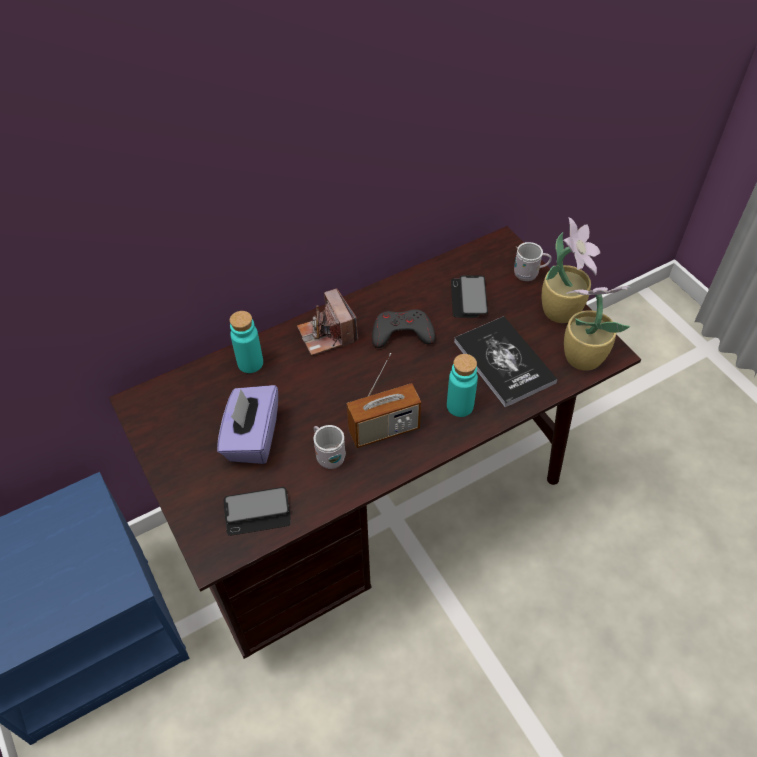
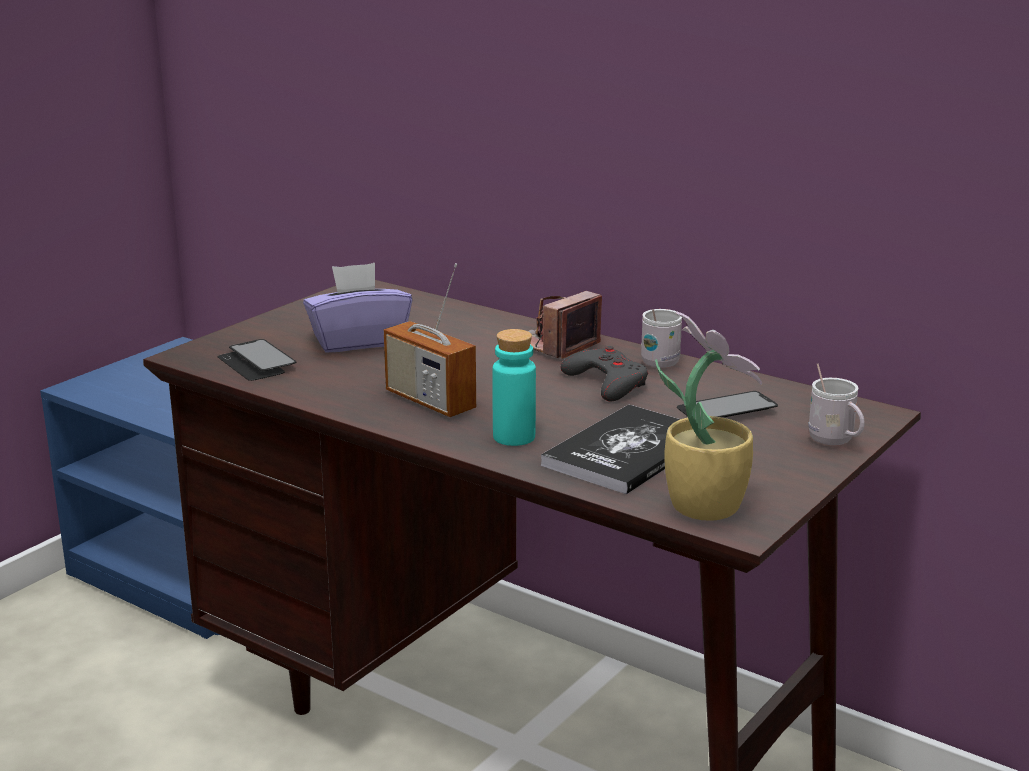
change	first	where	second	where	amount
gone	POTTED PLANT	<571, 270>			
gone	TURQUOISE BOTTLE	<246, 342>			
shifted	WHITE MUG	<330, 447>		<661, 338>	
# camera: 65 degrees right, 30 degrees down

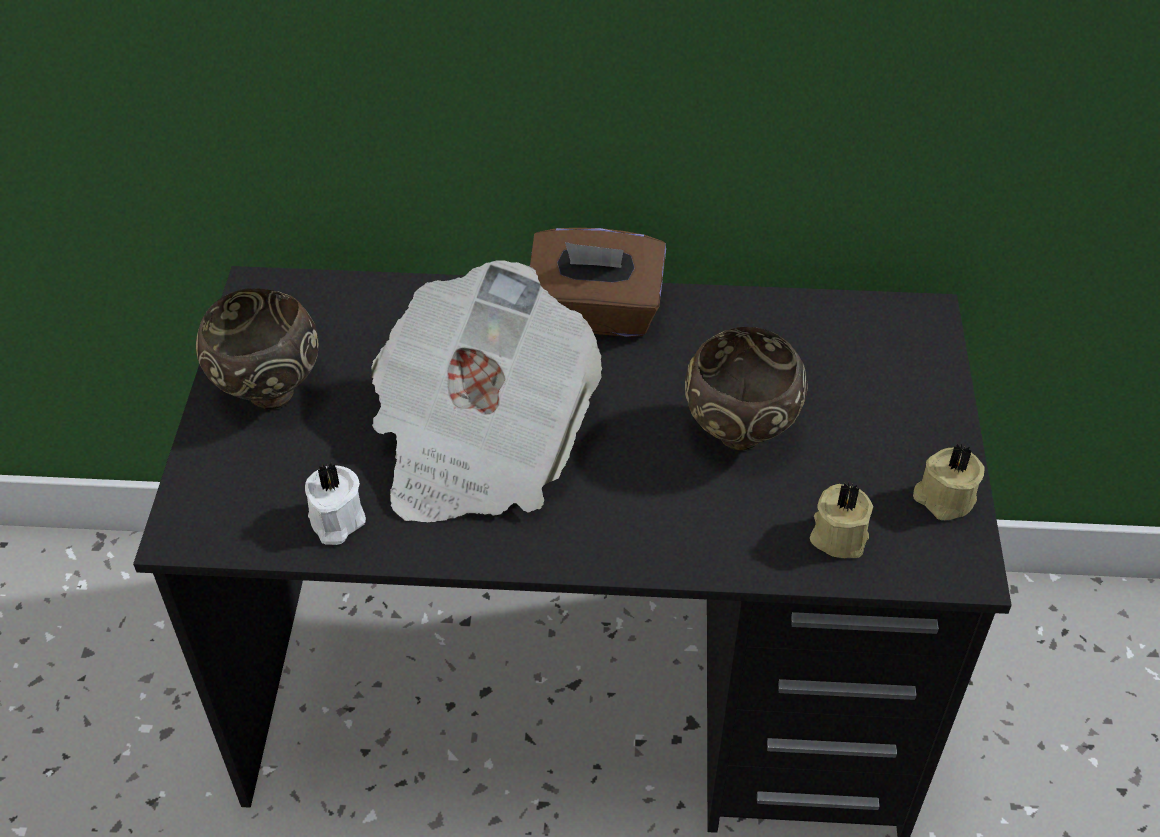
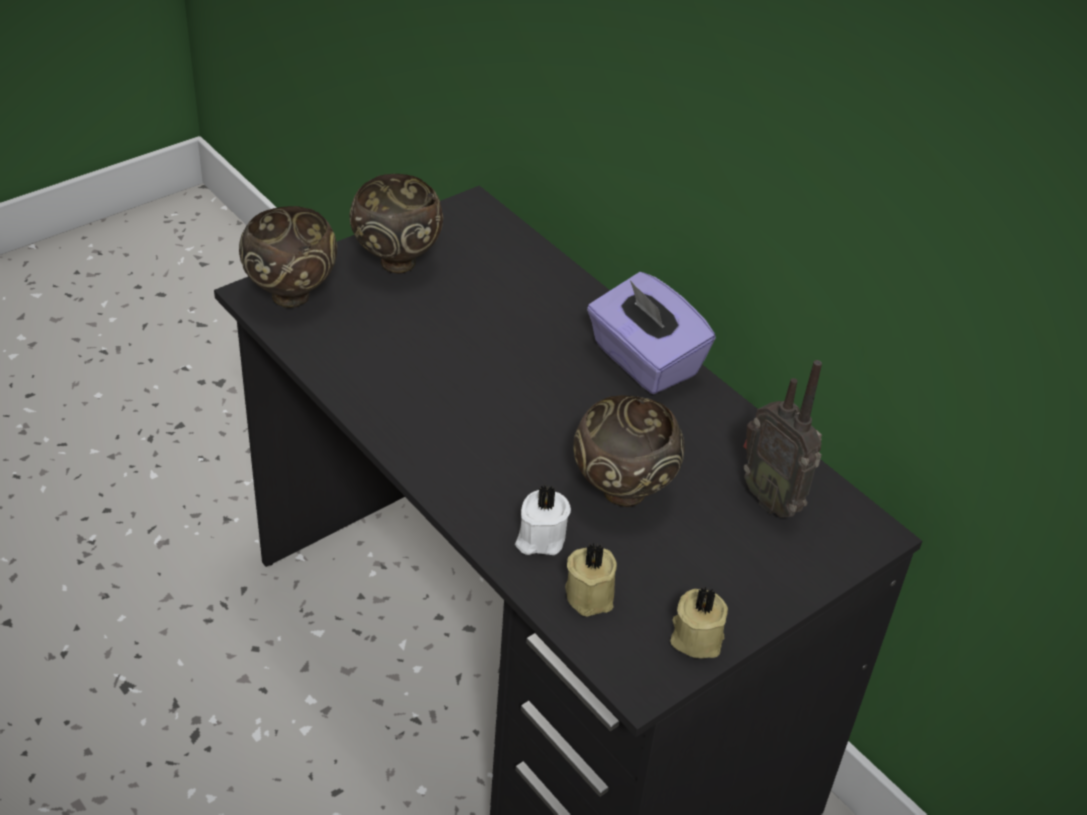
change	first	where	second	where	amount
repainted	BROWN TISSUE BOX	<598, 282>	PURPLE TISSUE BOX	<651, 333>	
gone	NEWSPAPER	<486, 391>			
shifted	WHITE CANDLE	<335, 504>		<543, 519>	
new			BROWN BOWL	<288, 257>	
new			RADIO	<782, 438>	
# camera: 45 degrees right, 5 degrees down

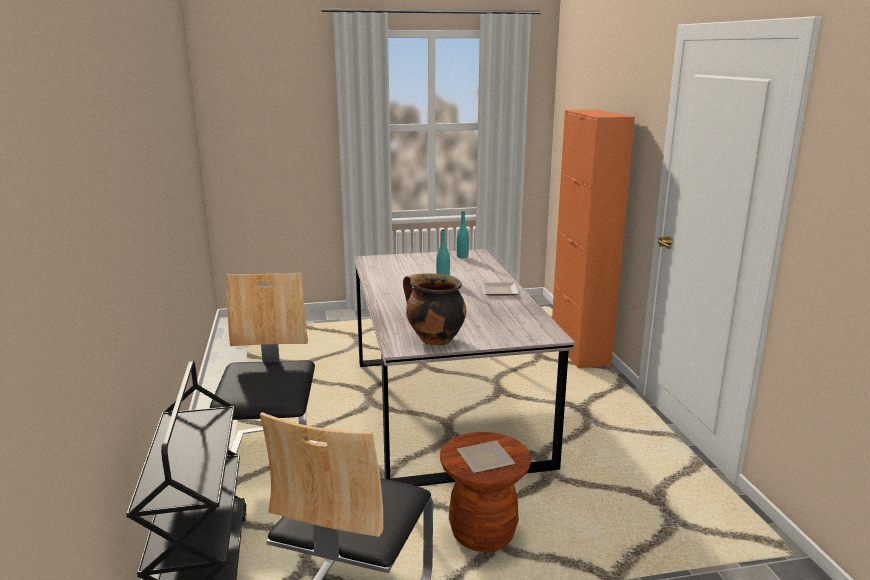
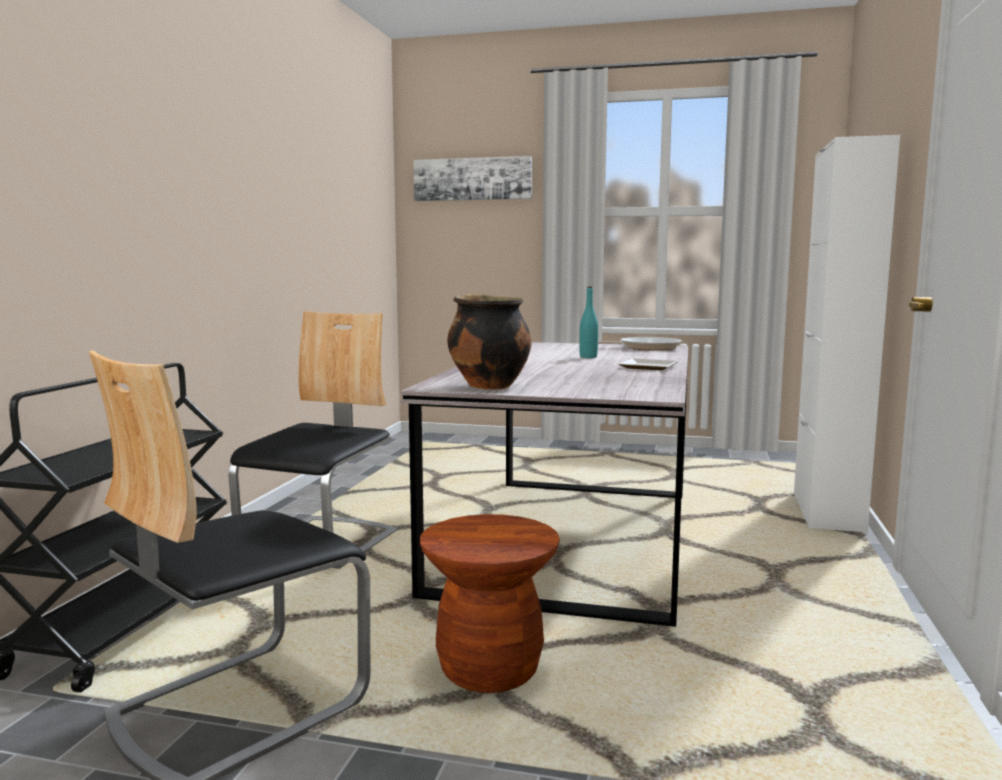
change	first	where	second	where	amount
repainted	ORANGE CABINET	<593, 238>	WHITE CABINET	<847, 334>	
swapped	TURQUOISE BOTTLE	<463, 234>	FRYING PAN	<640, 343>	
gone	PLATE	<486, 457>			
new			PICTURE	<472, 178>	
# camera: 25 degrees right, 10 degrees down

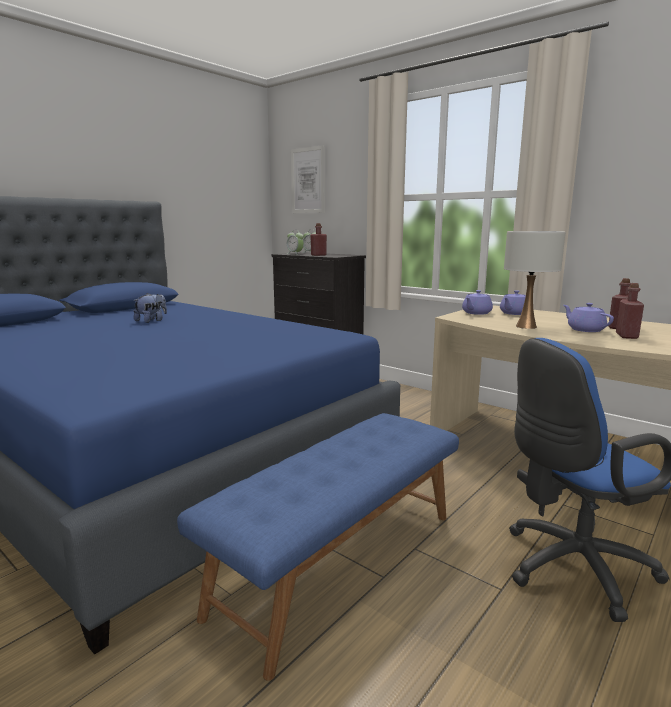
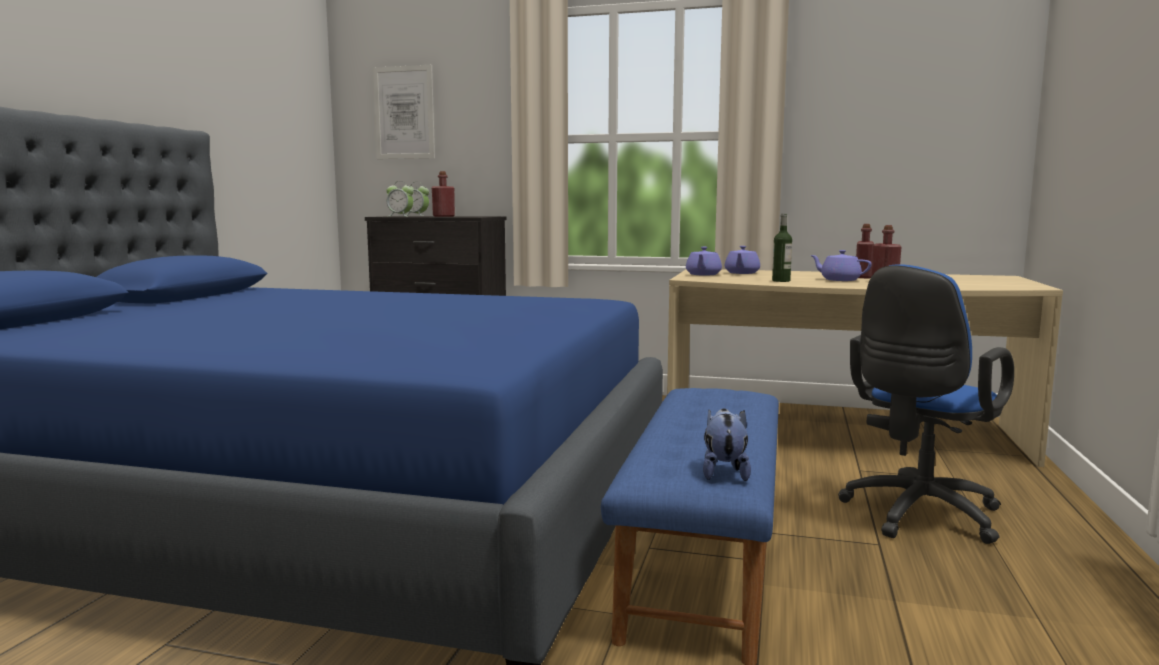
change	first	where	second	where	amount
swapped	WHITE TABLE LAMP	<535, 280>	BOTTLE	<782, 247>	
shifted	PLUSH TOY	<150, 308>		<727, 444>	
# camera: 25 degrees left, 5 degrees down

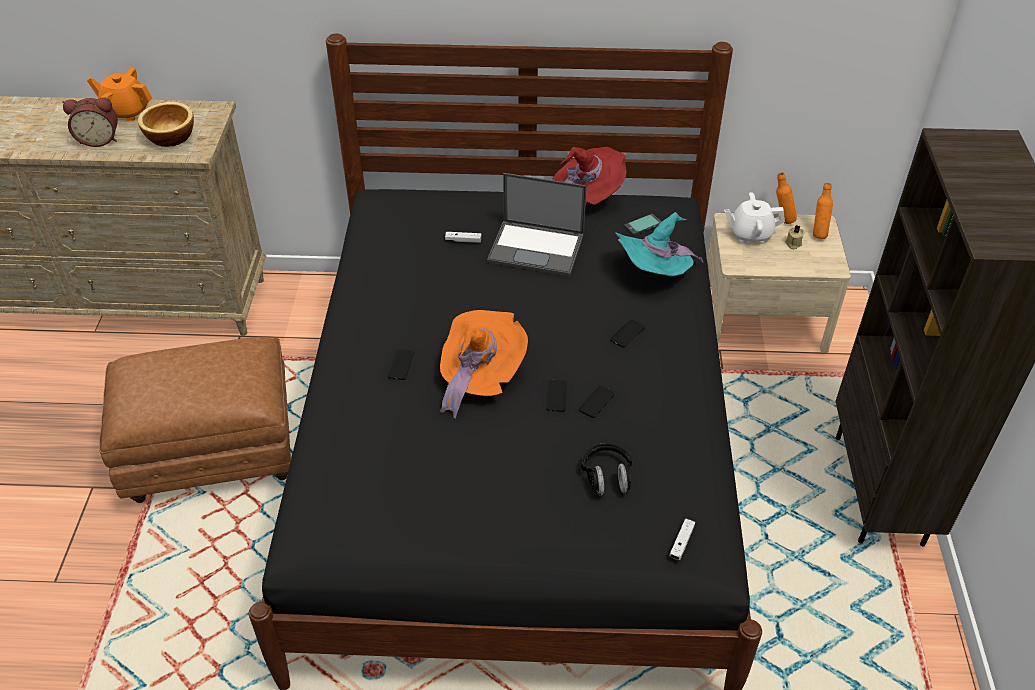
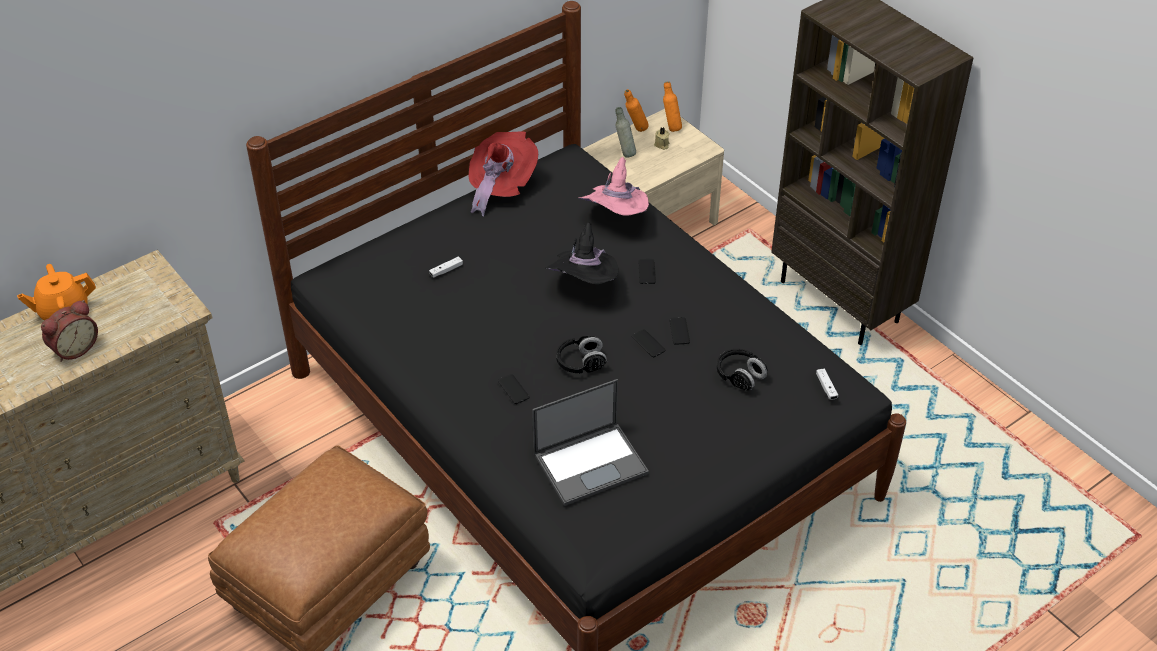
change	first	where	second	where	amount
gone	BOWL	<166, 124>			
shifted	LAPTOP	<537, 225>		<590, 442>	
swapped	WHITE TEAPOT	<754, 217>	GREY BOTTLE	<626, 132>	
repainted	TURQUOISE HAT	<659, 244>	PINK HAT	<613, 186>	
gone	PHONE	<642, 224>			
swapped	ORANGE HAT	<484, 364>	BLACK HEADPHONES	<582, 355>	
new			BLACK HAT	<582, 253>	
# camera: 40 degrees left, 0 degrees up

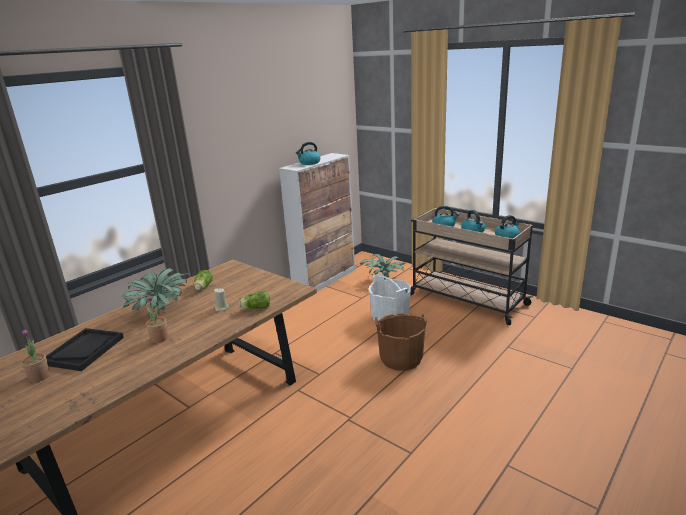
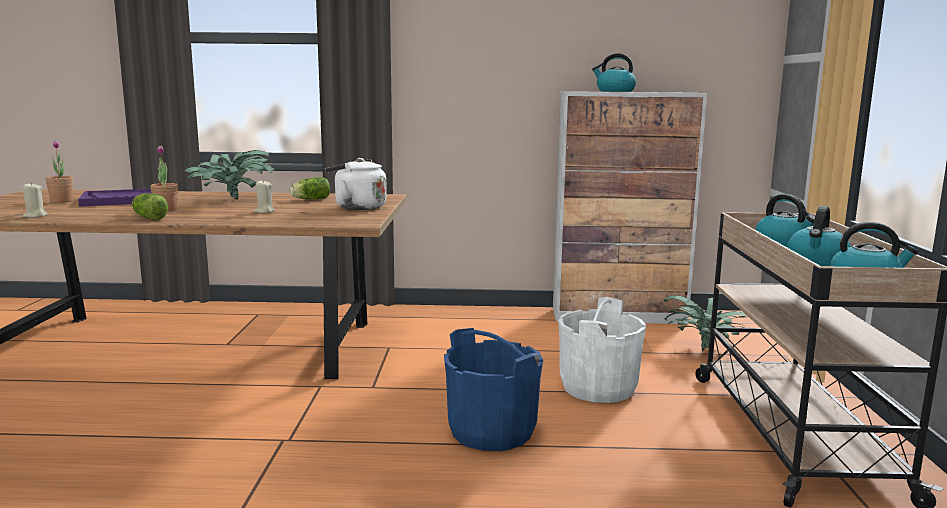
change	first	where	second	where	amount
shifted	LETTUCE	<254, 300>		<150, 206>	
repainted	BROWN BUCKET	<401, 342>	BLUE BUCKET	<493, 389>	
repainted	BLACK TRAY	<85, 349>	PURPLE TRAY	<114, 198>	
new			WHITE KETTLE	<355, 184>	
new			BEIGE CANDLE	<34, 200>	
# camera: 50 degrees right, 10 degrees down

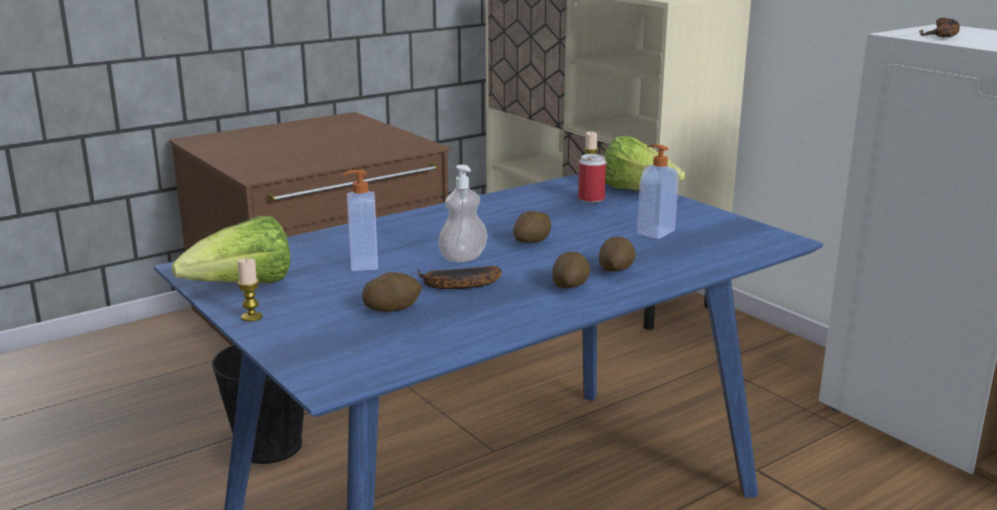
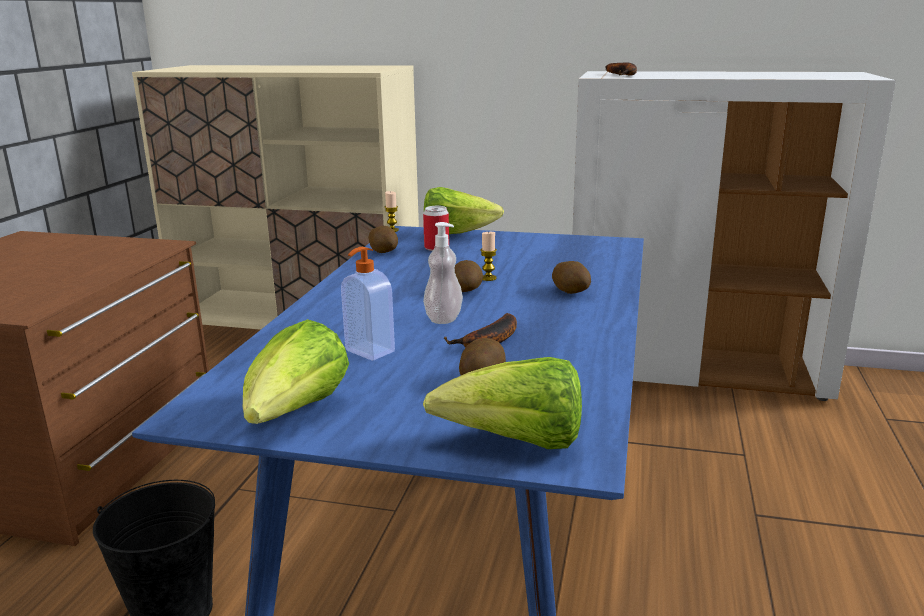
change	first	where	second	where	amount
gone	SOAP DISPENSER	<658, 191>			
shifted	POTATO	<571, 269>		<383, 239>	
shifted	CANDLE	<249, 290>		<488, 256>	
new			LETTUCE	<502, 403>	
# camera: 40 degrees left, 0 degrees up

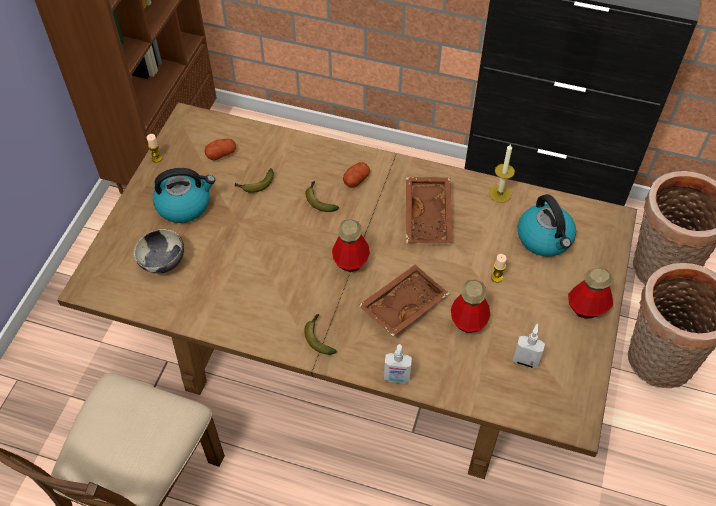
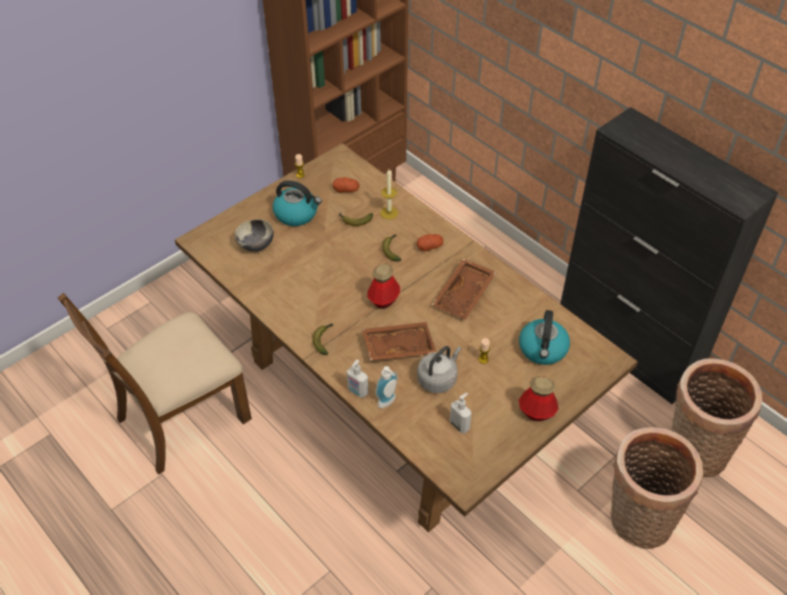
change	first	where	second	where	amount
shifted	CANDLE	<502, 173>		<389, 195>	
swapped	BOTTLE	<470, 306>	GREY KETTLE	<439, 369>	
new			SOAP DISPENSER	<386, 387>	
# camera: 30 degrees right, 5 degrees down

